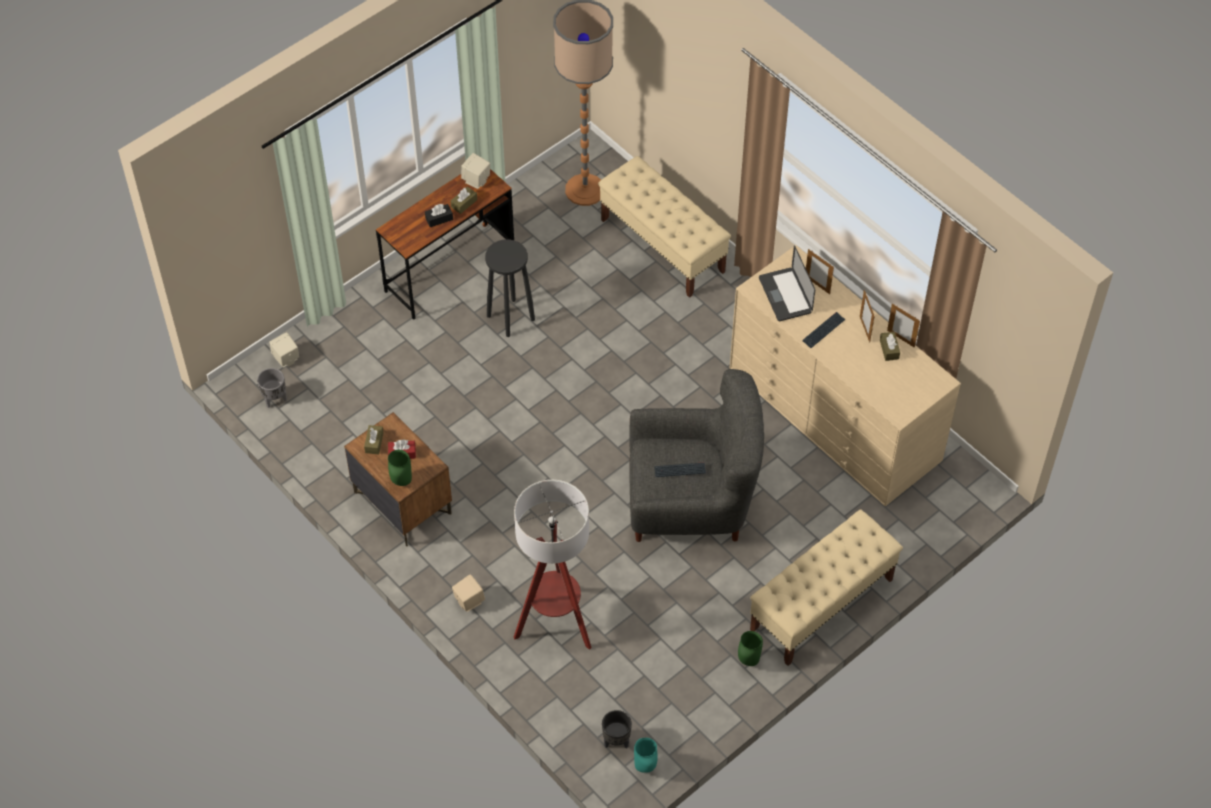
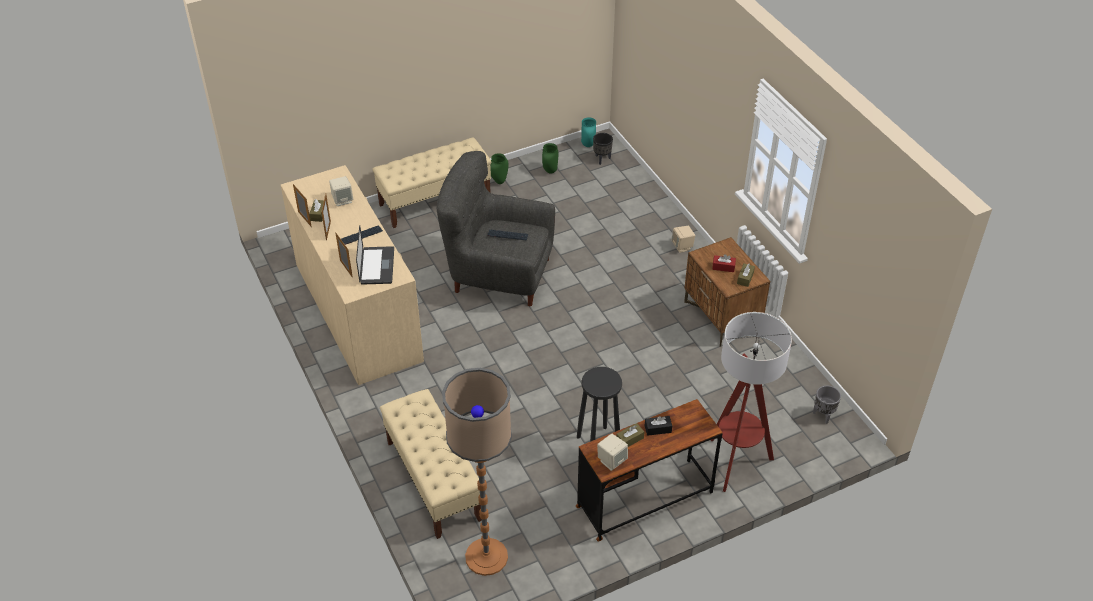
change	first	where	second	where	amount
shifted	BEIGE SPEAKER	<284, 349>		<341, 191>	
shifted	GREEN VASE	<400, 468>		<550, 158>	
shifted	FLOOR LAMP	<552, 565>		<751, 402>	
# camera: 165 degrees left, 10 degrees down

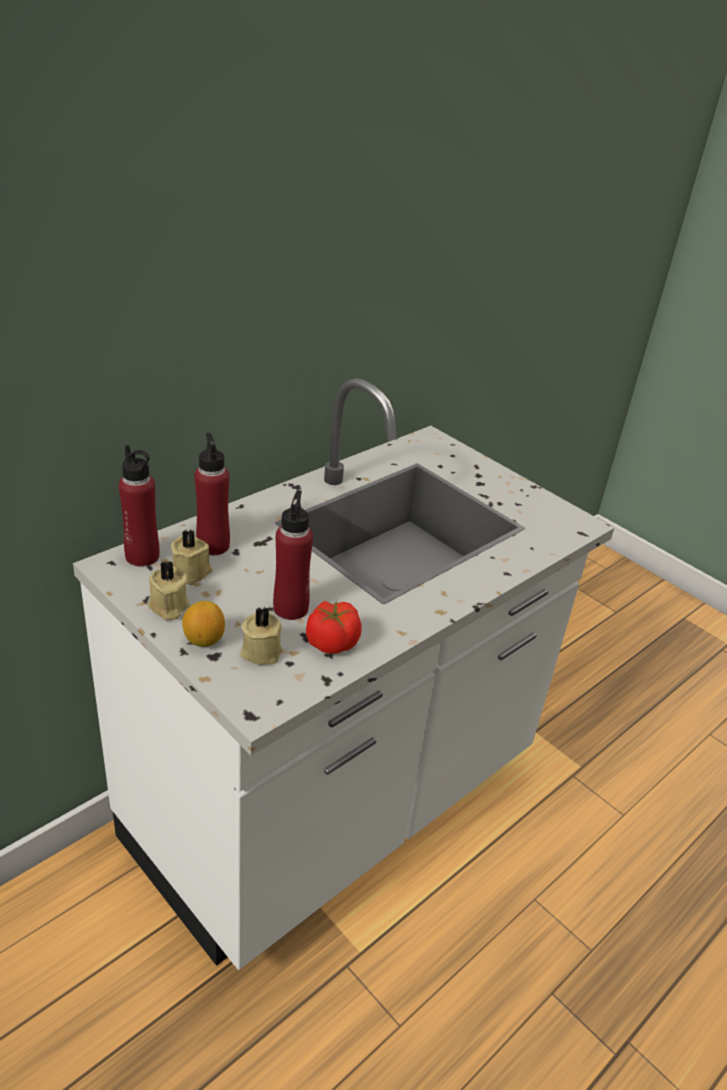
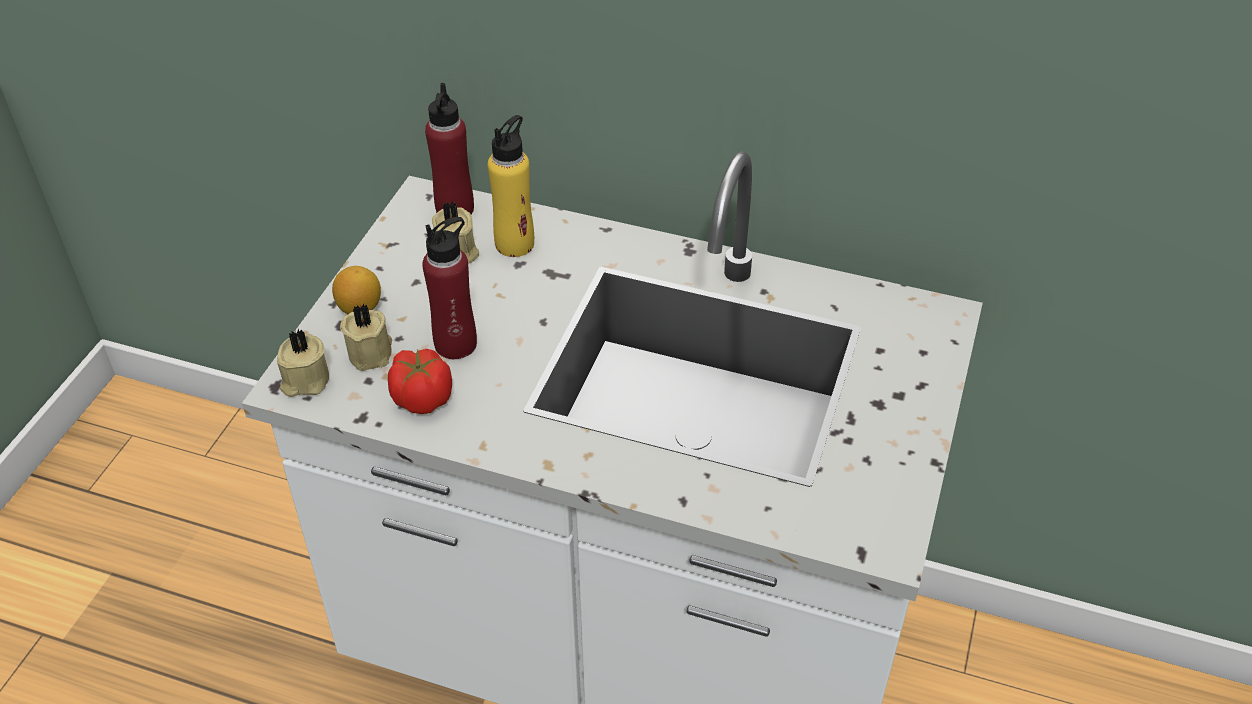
change	first	where	second	where	amount
repainted	RED BOTTLE	<212, 494>	YELLOW BOTTLE	<511, 186>	
shifted	BEIGE CANDLE	<169, 590>		<303, 363>	
# camera: 65 degrees right, 10 degrees up

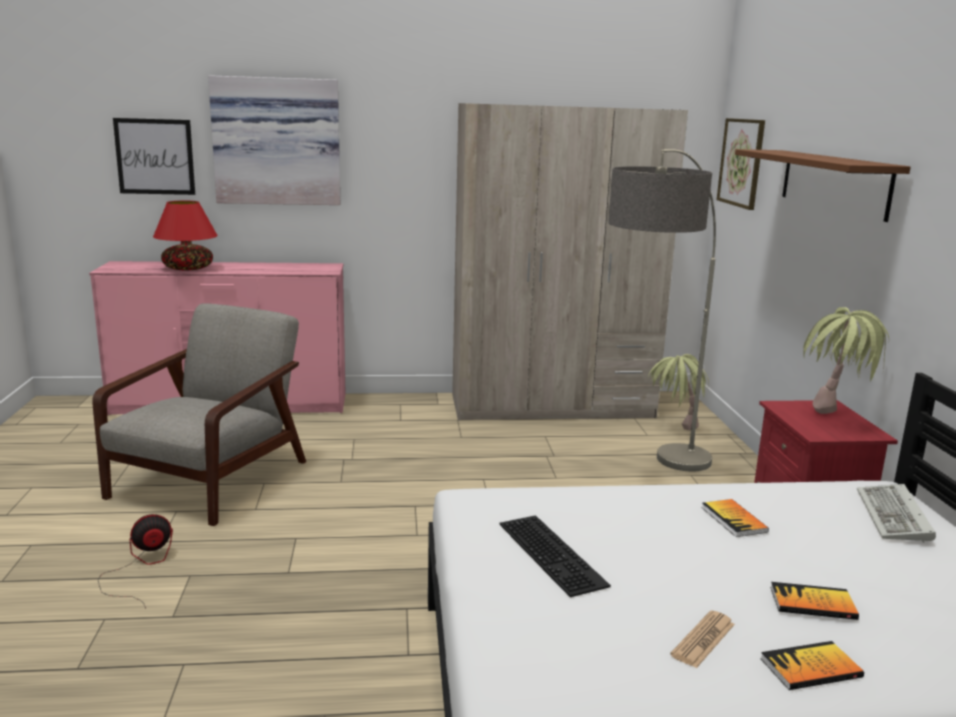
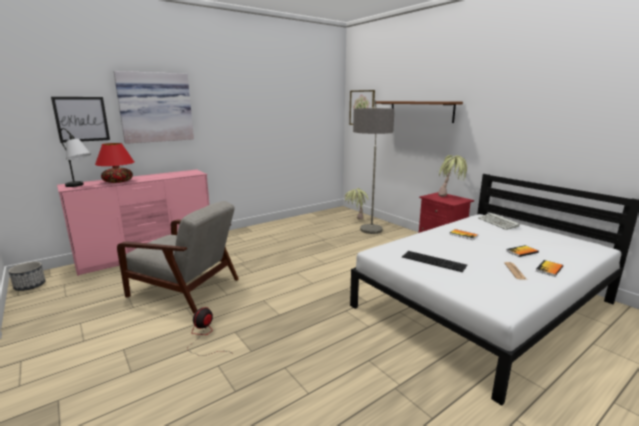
change	first	where	second	where	amount
gone	BEIGE WARDROBE	<570, 262>			
rotated	GREY ARMCHAIR	<199, 414>		<178, 257>	120 degrees clockwise
new			TABLE LAMP	<75, 157>	
new			PLANTER	<27, 276>	
# camera: 30 degrees left, 0 degrees up

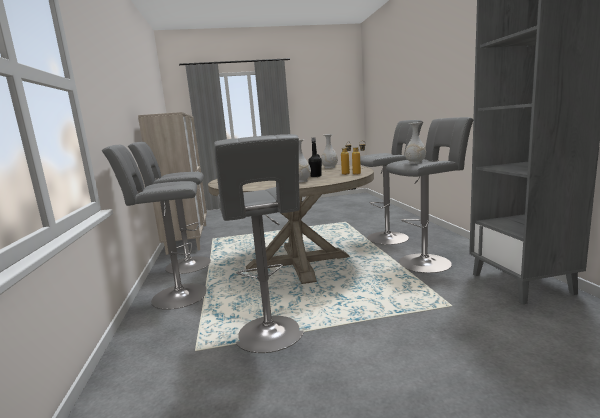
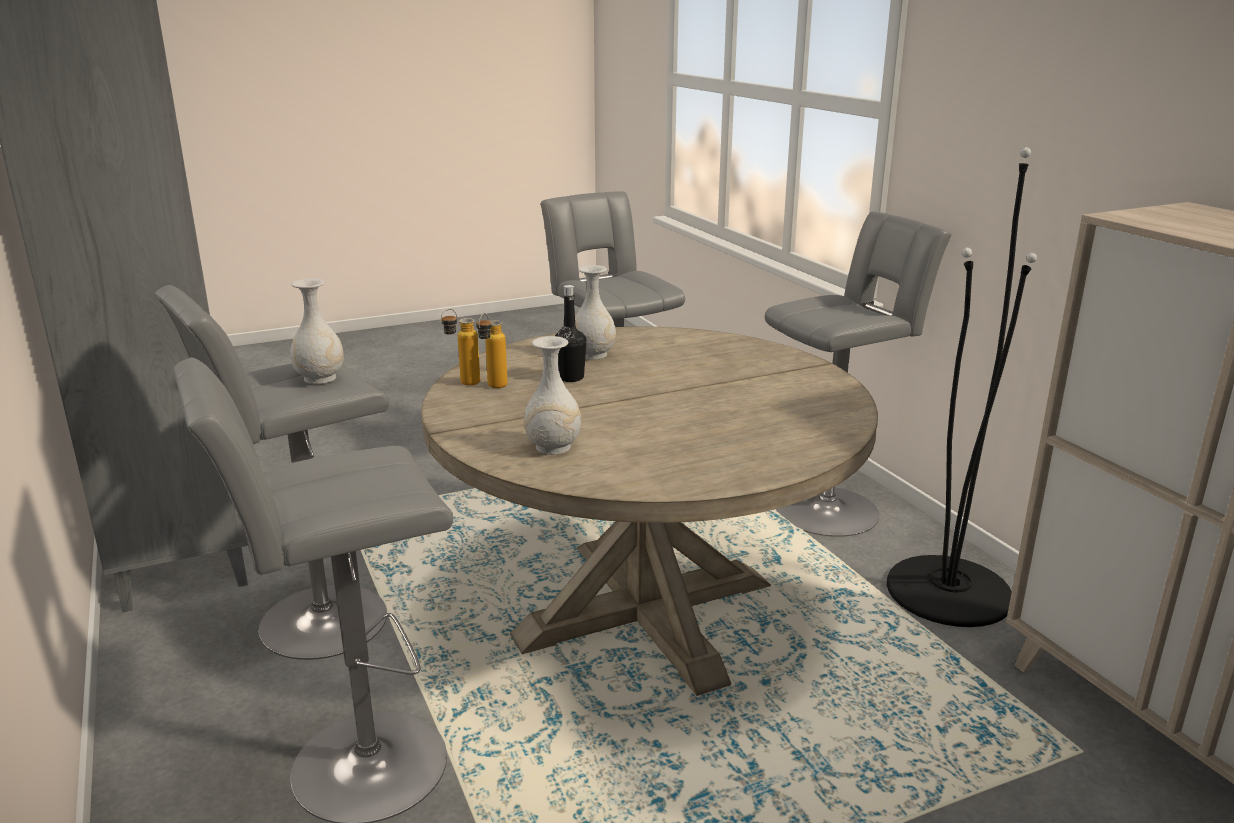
change	first	where	second	where	amount
swapped	GREY STOOL	<169, 208>	BLACK FLOOR LAMP	<962, 387>	
# camera: 165 degrees right, 10 degrees up

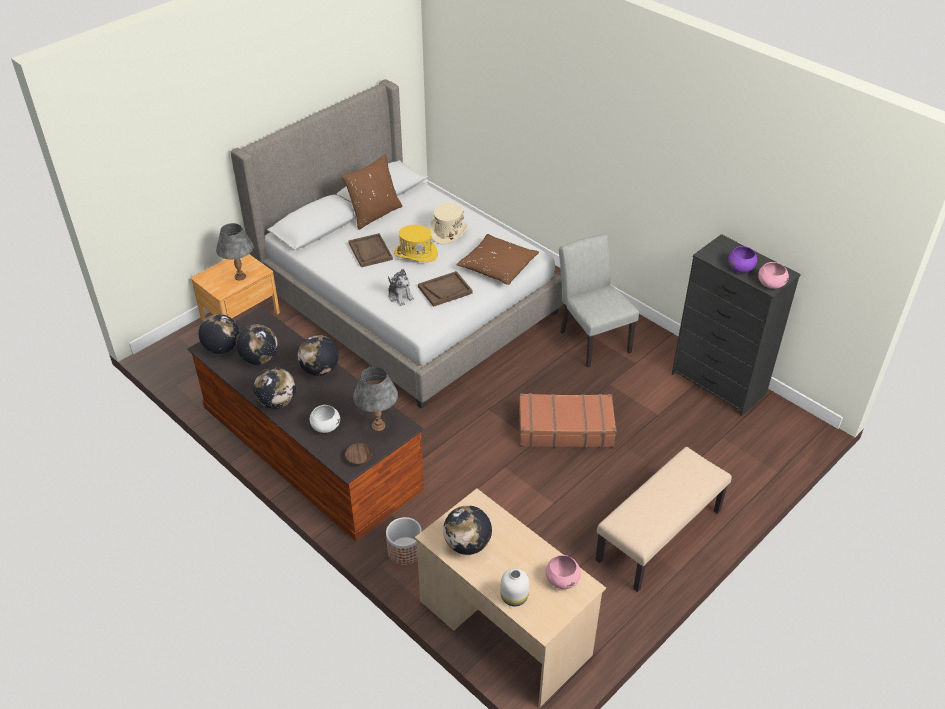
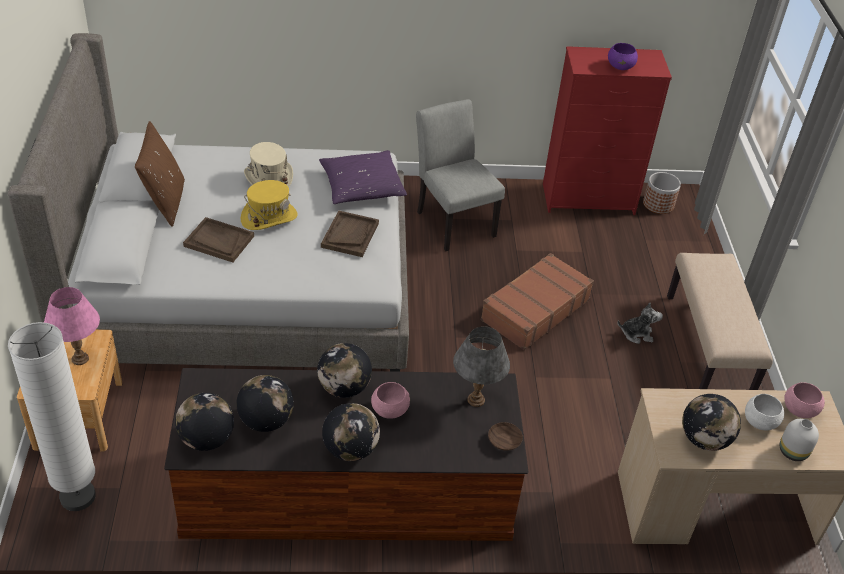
change	first	where	second	where	amount
repainted	GREY TABLE LAMP	<234, 251>	PINK TABLE LAMP	<72, 326>	
repainted	BROWN PILLOW	<497, 259>	PURPLE PILLOW	<363, 177>	
rotated	GREY CHAIR	<599, 301>		<460, 175>	45 degrees clockwise
repainted	BLACK DRESSER	<736, 325>	RED DRESSER	<607, 130>	
shifted	PINK BOWL	<773, 275>		<390, 400>	
shifted	PLUSH TOY	<401, 287>		<640, 323>	
shifted	WHITE BOWL	<325, 419>		<764, 412>	
shifted	PLANTER	<404, 541>		<662, 193>	
new			WHITE FLOOR LAMP	<52, 416>	
# camera: 50 degrees left, 0 degrees up

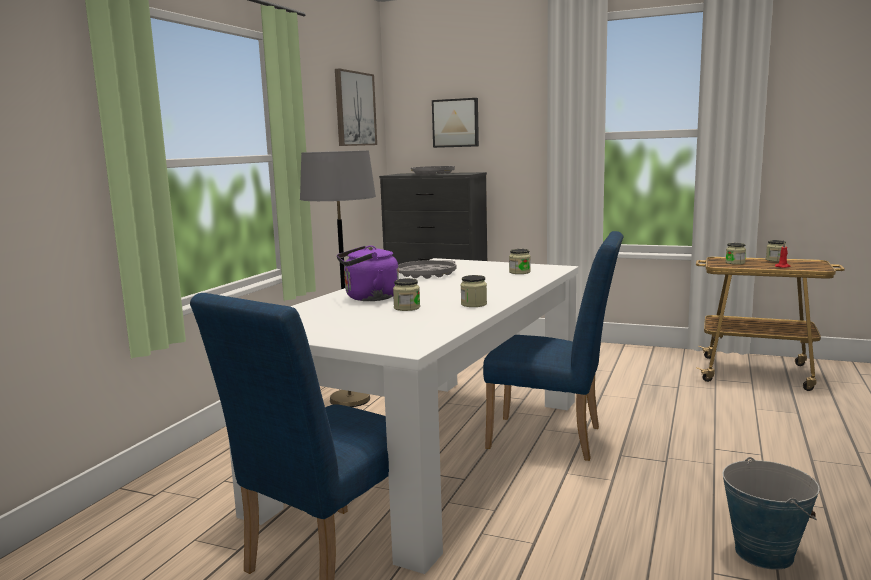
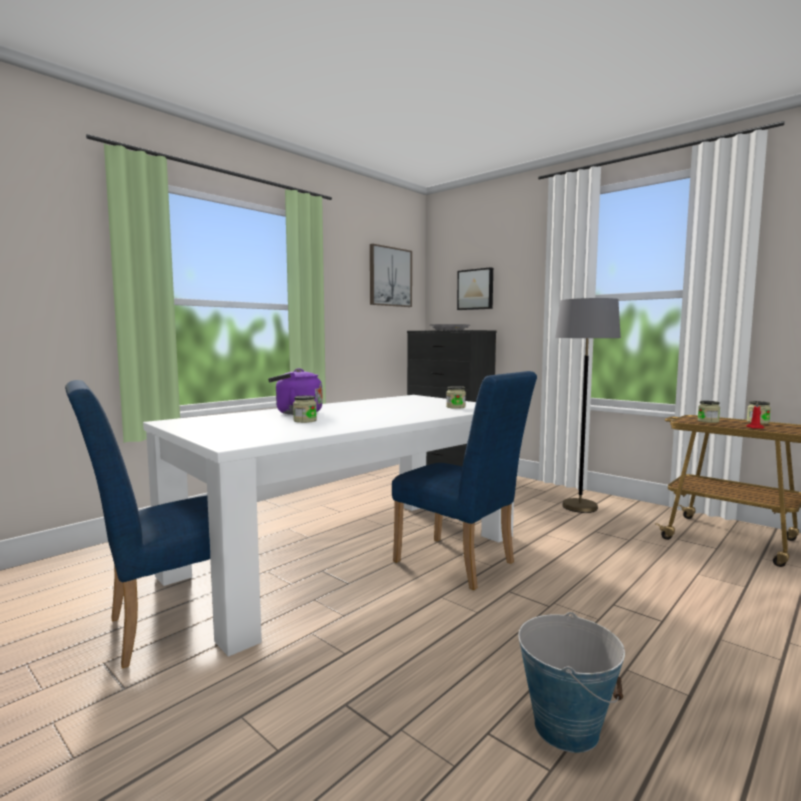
change	first	where	second	where	amount
shifted	GREY FLOOR LAMP	<338, 278>		<588, 405>	
gone	GREY TRAY	<427, 269>			
gone	JAR	<474, 291>			
# camera: 20 degrees right, 5 degrees down

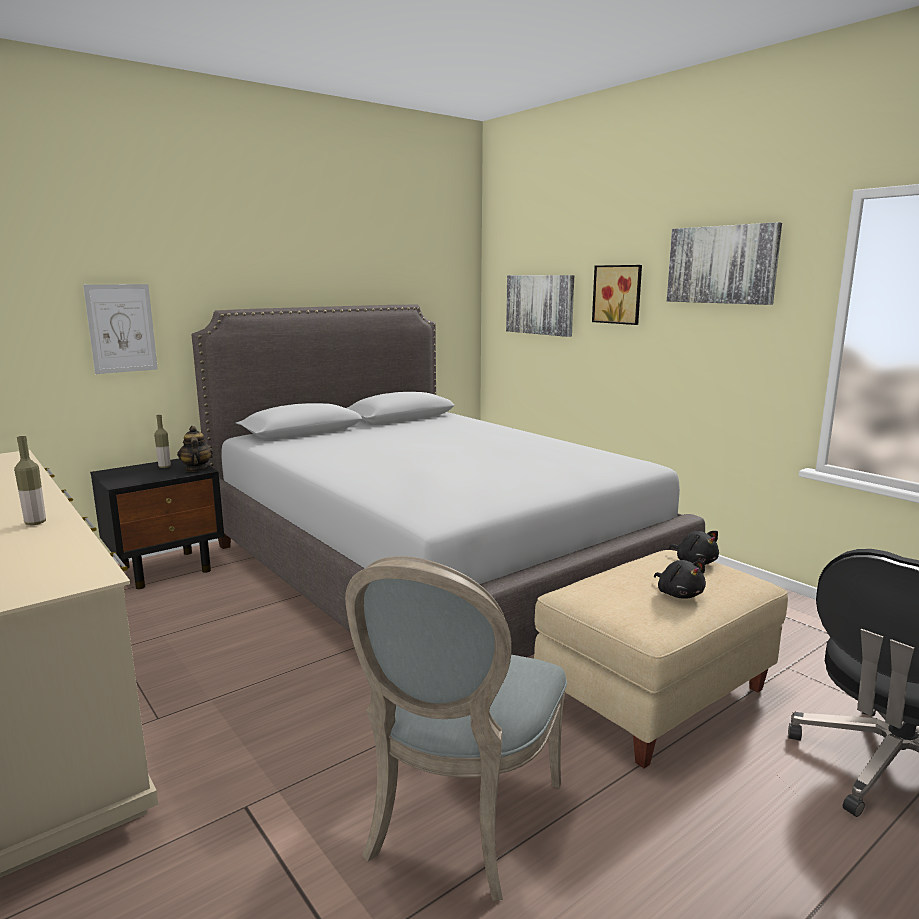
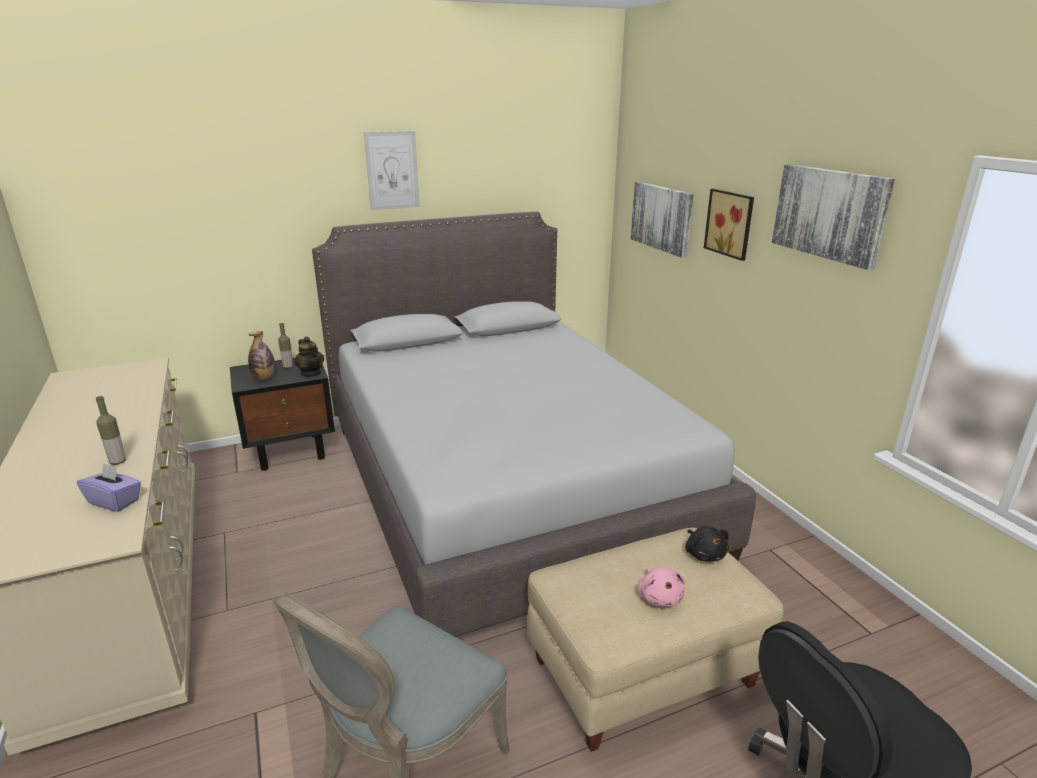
change	first	where	second	where	amount
shifted	PICTURE	<120, 329>		<392, 170>	
rotated	TEAPOT	<195, 449>		<309, 357>	150 degrees clockwise
repainted	BLACK PLUSH TOY	<680, 579>	PINK PLUSH TOY	<661, 587>	
new			BOTTLE	<261, 355>	
new			PURPLE TISSUE BOX	<109, 487>	
# camera: 15 degrees right, 10 degrees up

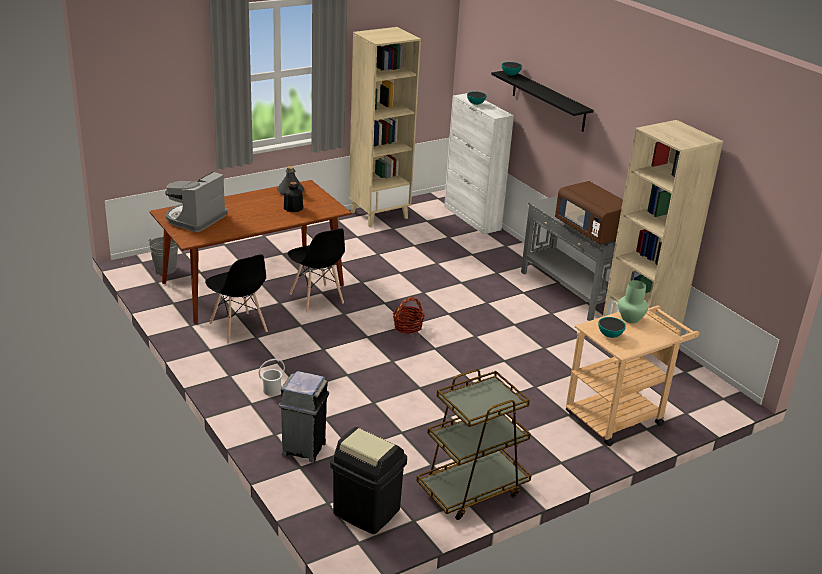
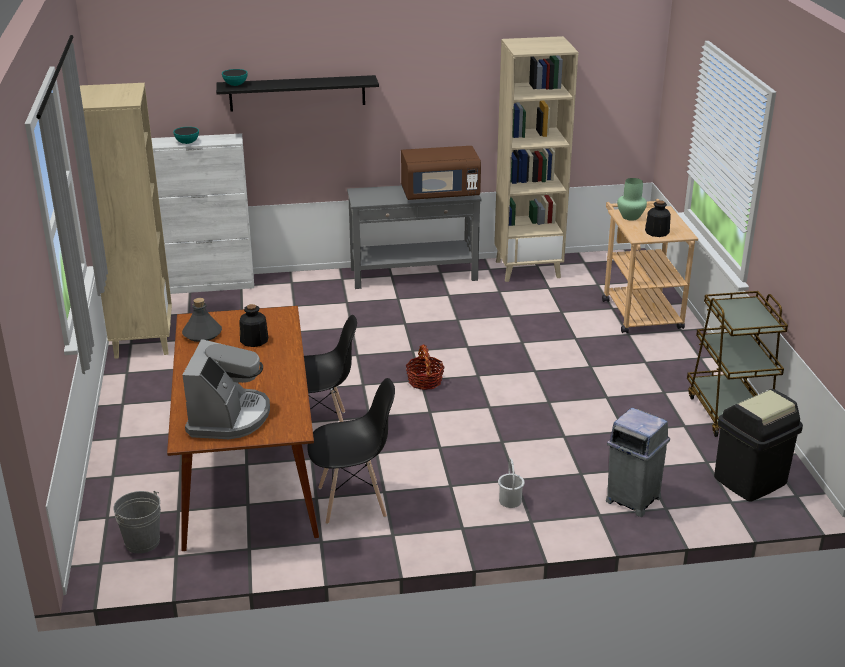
change	first	where	second	where	amount
rotated	COFFEE MACHINE	<196, 201>		<226, 389>	135 degrees counterclockwise
swapped	BOWL	<612, 327>	BOTTLE	<658, 218>	
# camera: 65 degrees left, 0 degrees up

